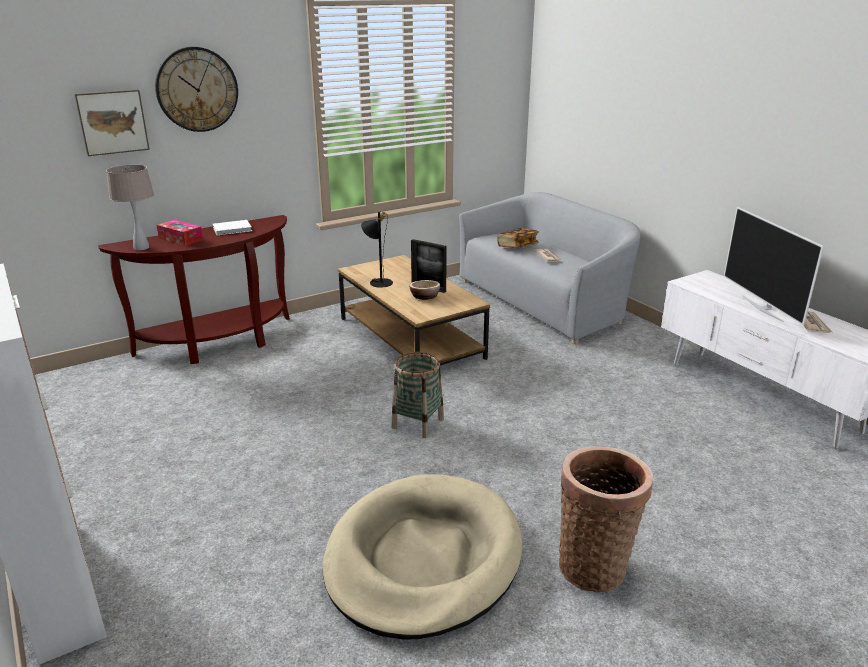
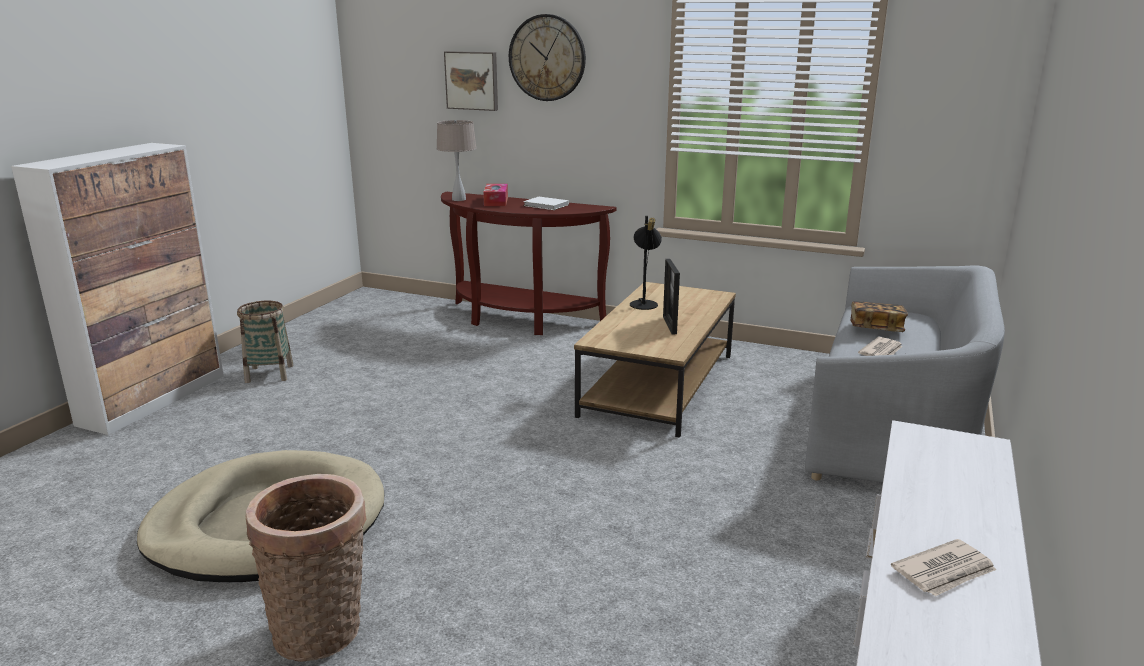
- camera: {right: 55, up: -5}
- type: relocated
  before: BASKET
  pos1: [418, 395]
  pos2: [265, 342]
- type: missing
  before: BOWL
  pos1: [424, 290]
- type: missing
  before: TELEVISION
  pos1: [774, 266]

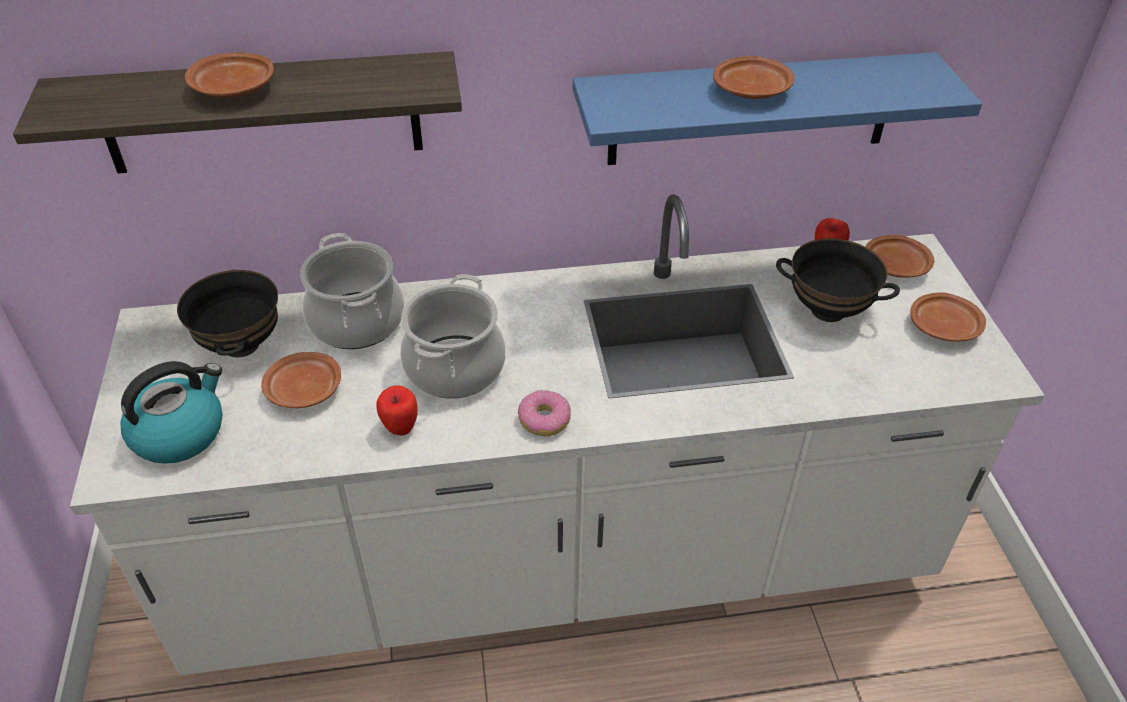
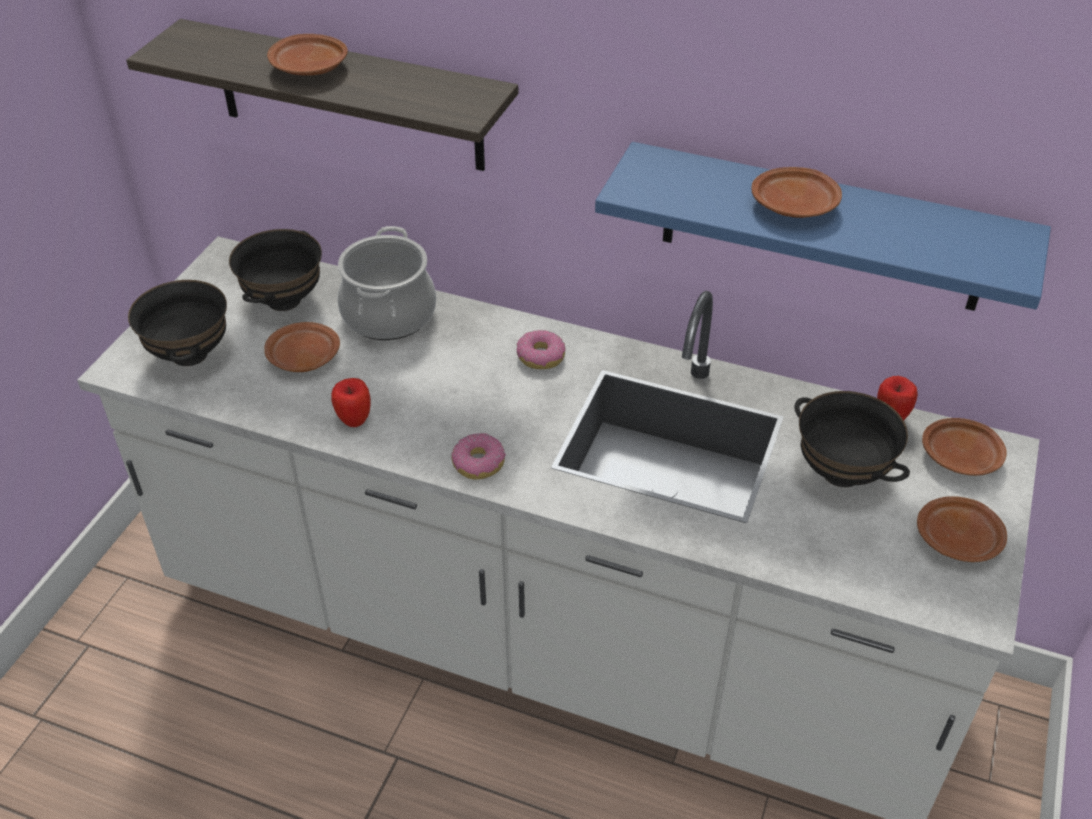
- camera: {right: 30, up: 0}
- type: exchanged
  before: KETTLE
  after: BLACK BOWL
  pos1: [171, 412]
  pos2: [177, 323]
- type: appeared
  after: DONUT
  pos2: [541, 349]
- type: missing
  before: COOKING POT
  pos1: [453, 336]

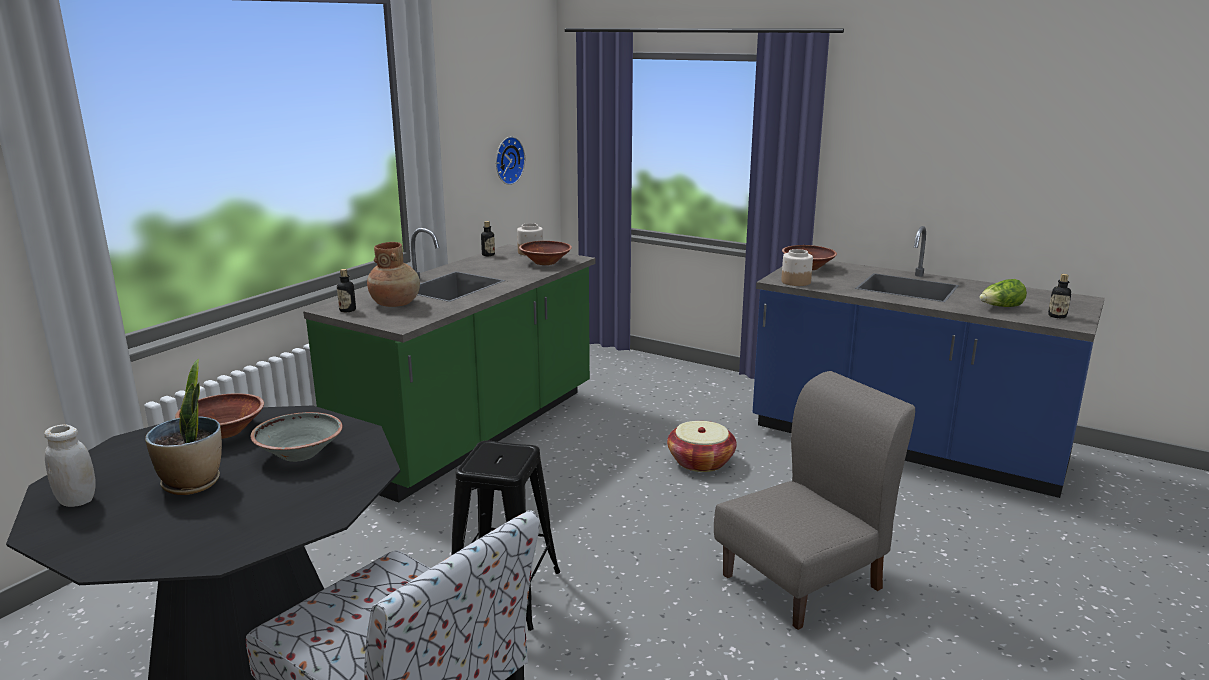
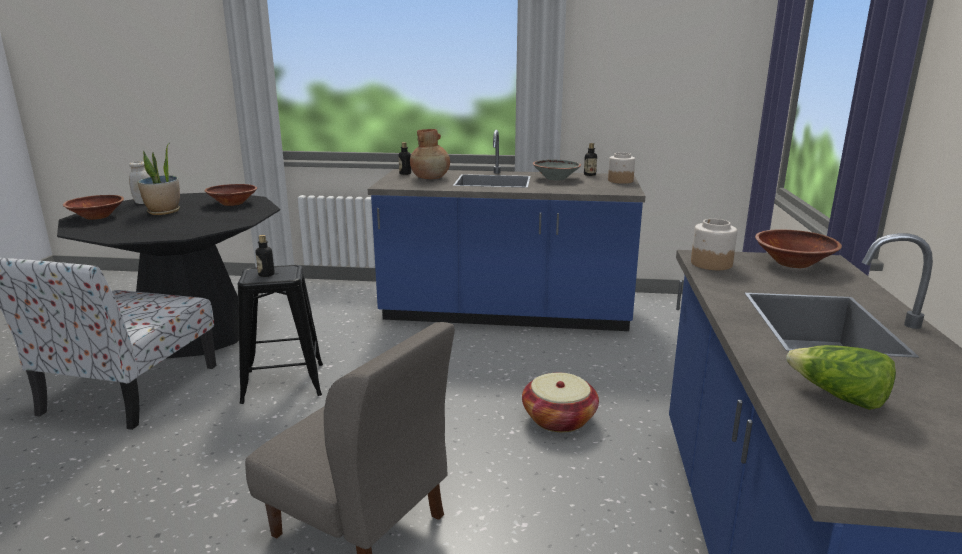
- camera: {right: 65, up: 0}
- type: relocated
  before: BROWN BOWL
  pos1: [545, 253]
  pos2: [93, 207]
- type: relocated
  before: BOTTLE
  pos1: [1059, 296]
  pos2: [265, 256]
- type: colour
  before: GREEN COUNTER
  after: BLUE COUNTER
  pos1: [449, 365]
  pos2: [506, 230]
- type: relocated
  before: GREY BOWL
  pos1: [296, 437]
  pos2: [557, 169]
- type: missing
  before: WALL CLOCK
  pos1: [510, 161]

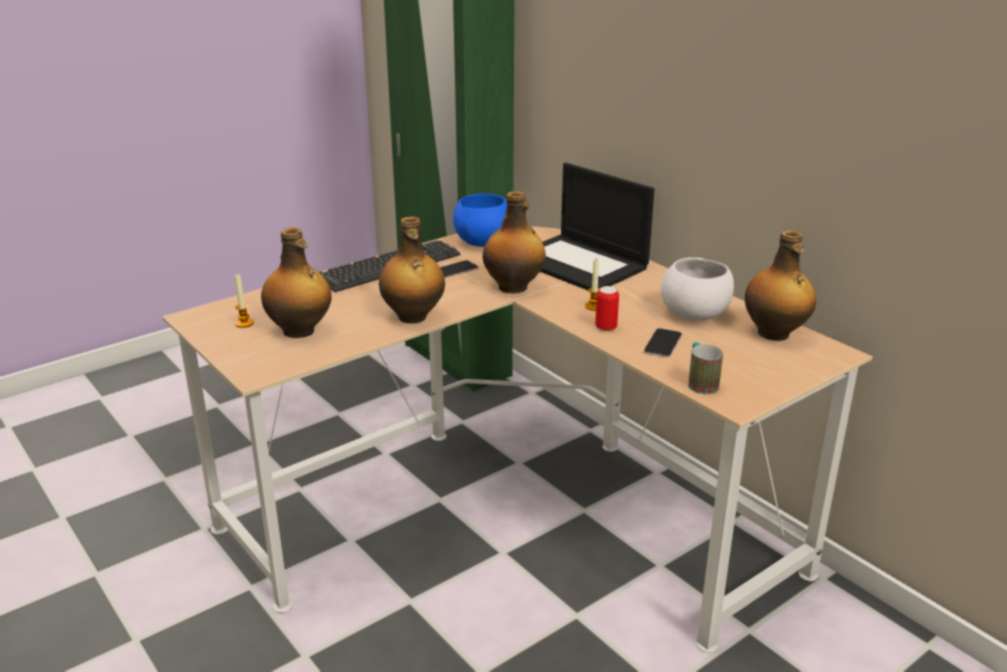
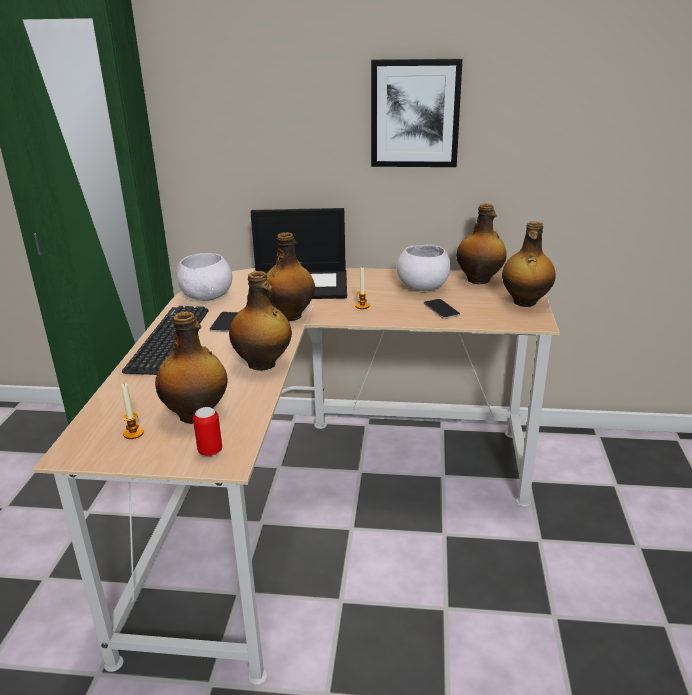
- camera: {right: -45, up: 0}
- type: colour
  before: BLUE BOWL
  after: WHITE BOWL
  pos1: [480, 220]
  pos2: [204, 277]
- type: relocated
  before: CAN
  pos1: [607, 308]
  pos2: [207, 431]
- type: appeared
  after: PICTURE
  pos2: [417, 113]
- type: appeared
  after: BOTTLE
  pos2: [529, 264]
- type: missing
  before: MUG
  pos1: [705, 368]

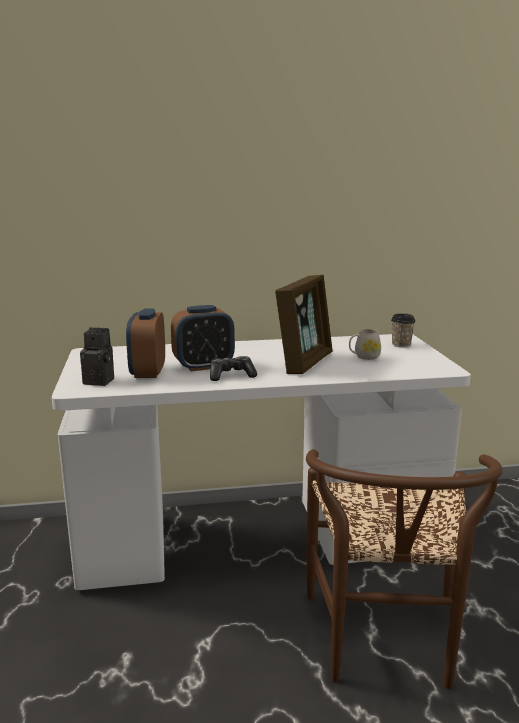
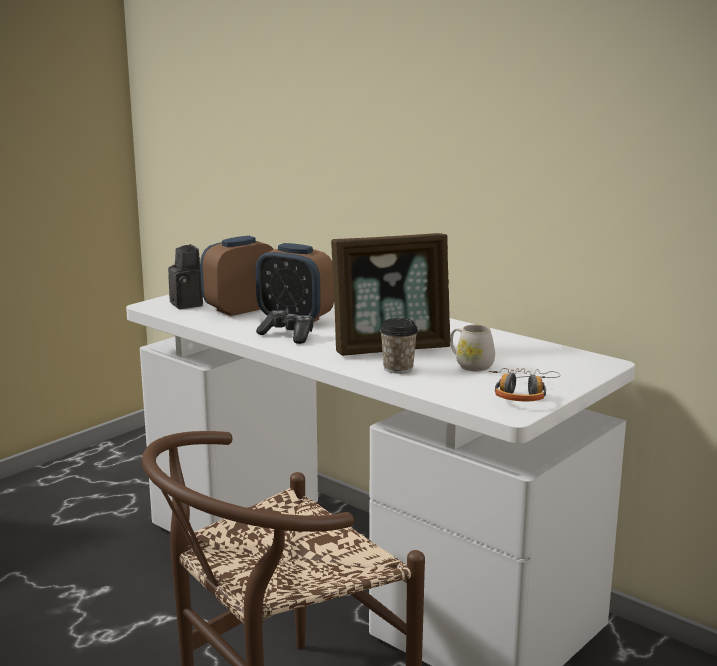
- camera: {right: 50, up: 0}
- type: relocated
  before: CUP
  pos1: [403, 330]
  pos2: [399, 346]
- type: appeared
  after: HEADPHONES
  pos2: [525, 384]

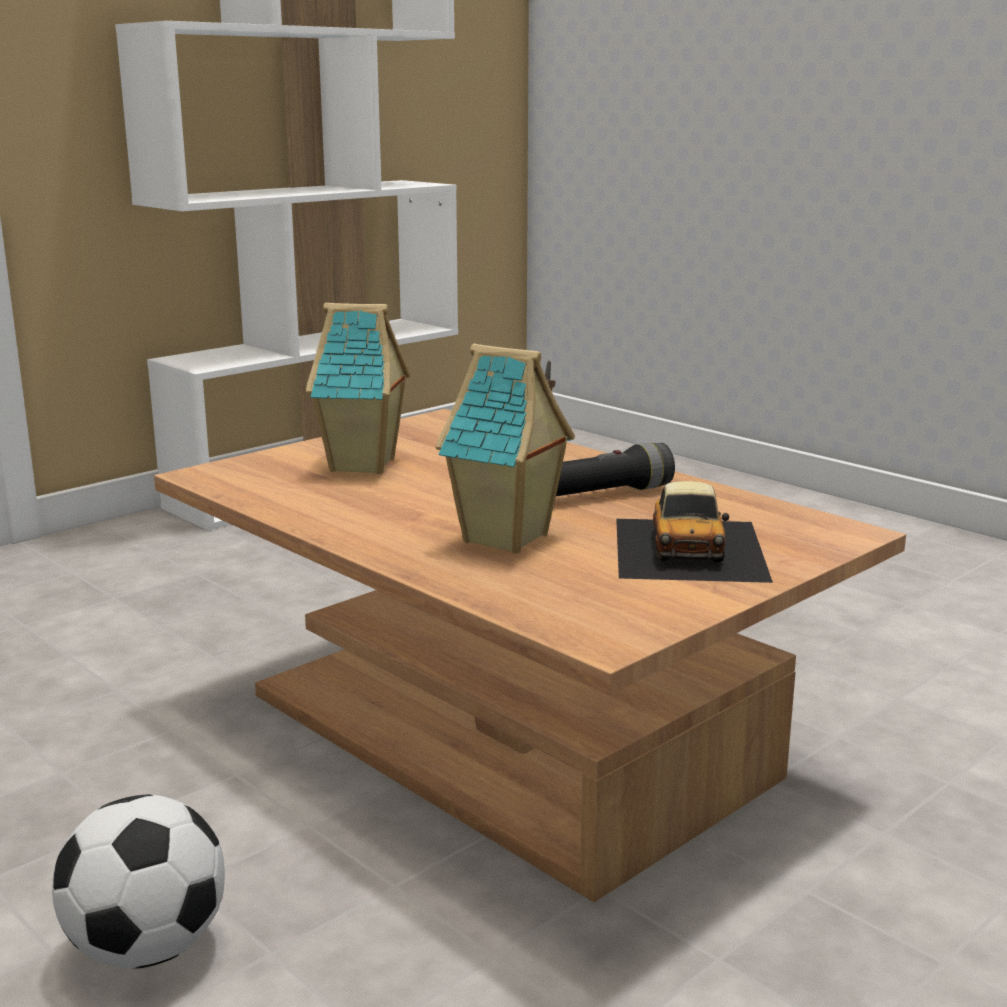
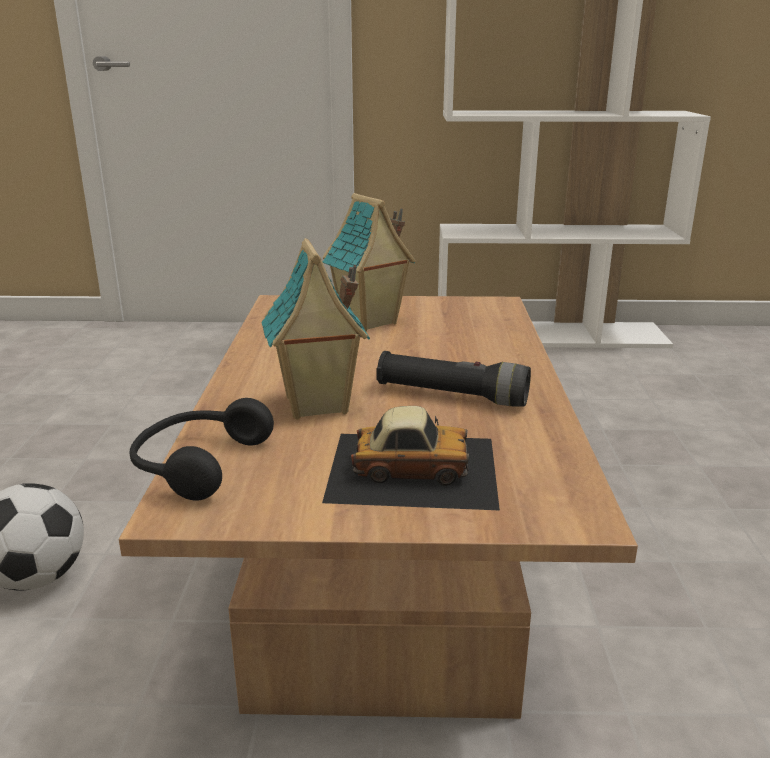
- camera: {right: 45, up: 5}
- type: appeared
  after: BLACK HEADPHONES
  pos2: [201, 449]
- type: spun
  before: TOY CAR
  pos1: [694, 532]
  pos2: [411, 458]
  turn: -135

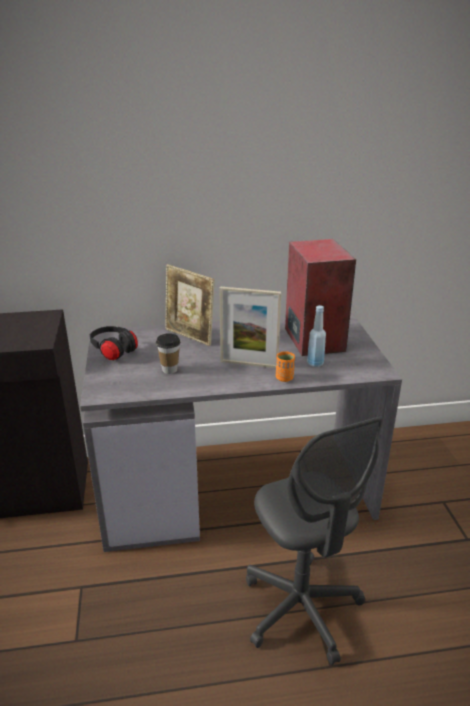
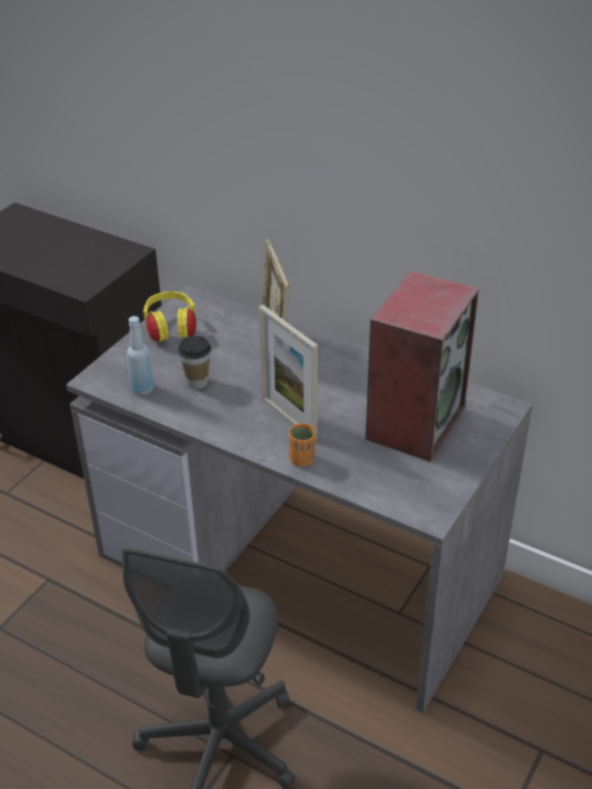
- camera: {right: 40, up: 10}
- type: relocated
  before: BLUE BOTTLE
  pos1: [316, 336]
  pos2: [140, 355]
- type: colour
  before: BLACK HEADPHONES
  after: YELLOW HEADPHONES
  pos1: [114, 343]
  pos2: [169, 316]

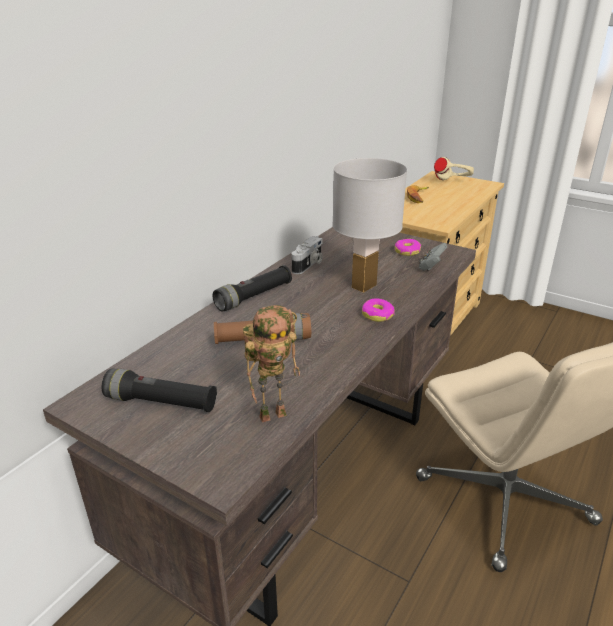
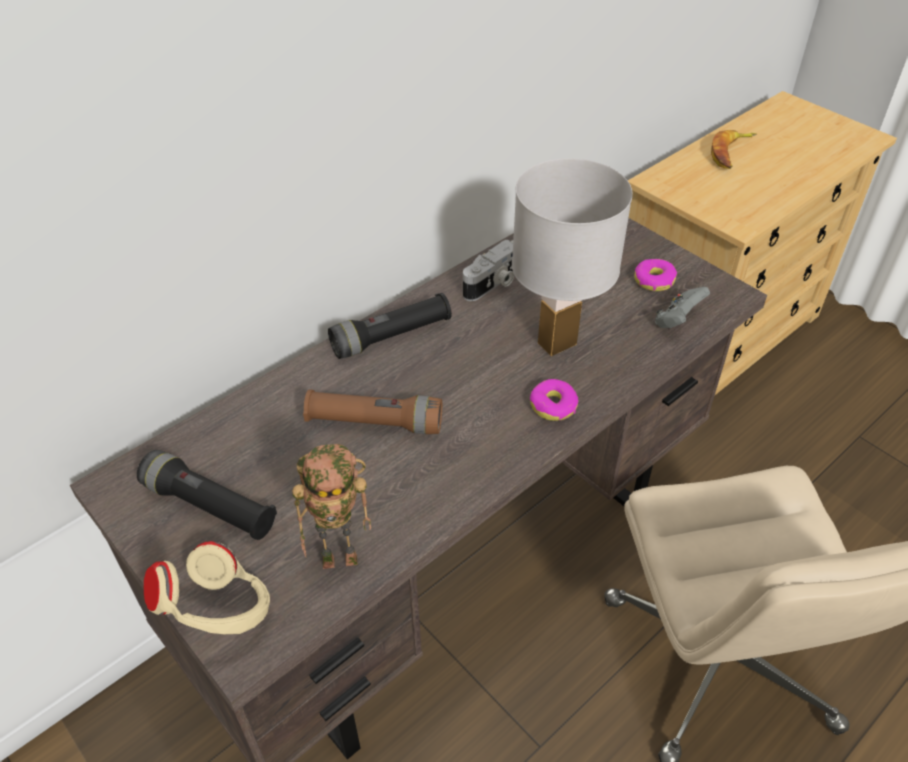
- camera: {right: 15, up: 15}
- type: relocated
  before: BEIGE HEADPHONES
  pos1: [454, 168]
  pos2: [207, 587]

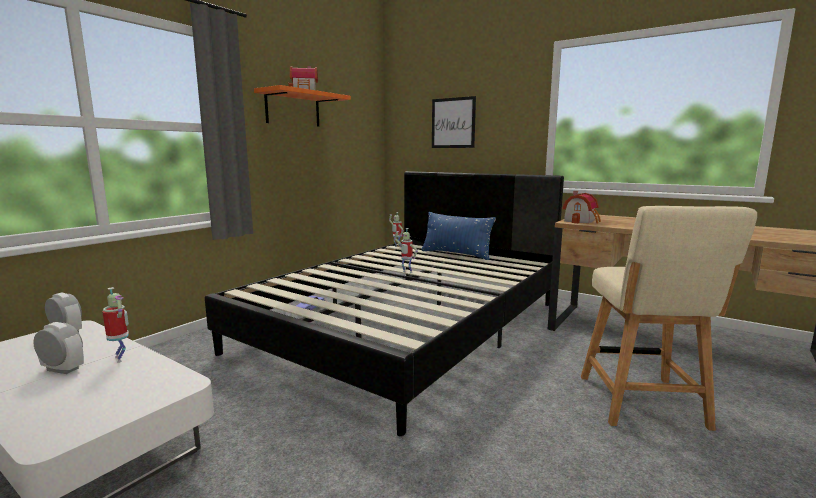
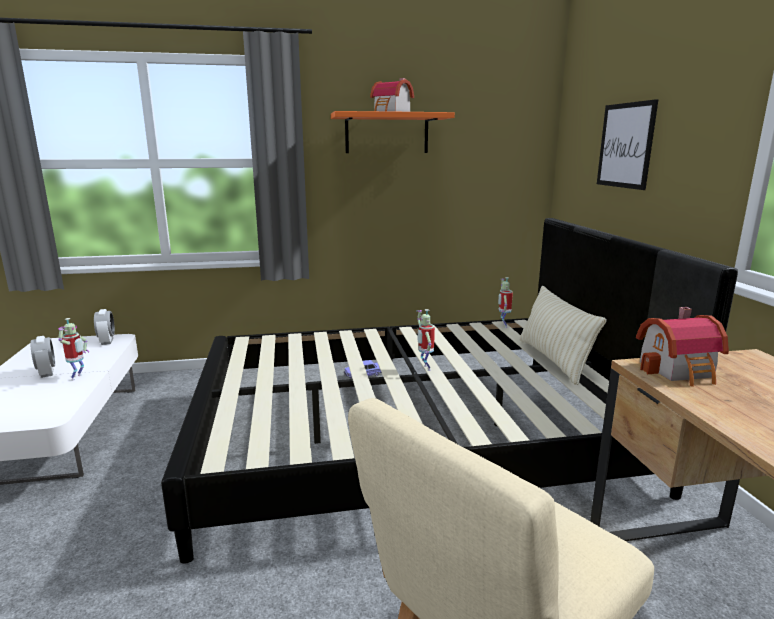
- camera: {right: 45, up: 5}
- type: colour
  before: BLUE PILLOW
  after: BEIGE PILLOW
  pos1: [458, 236]
  pos2: [563, 335]

